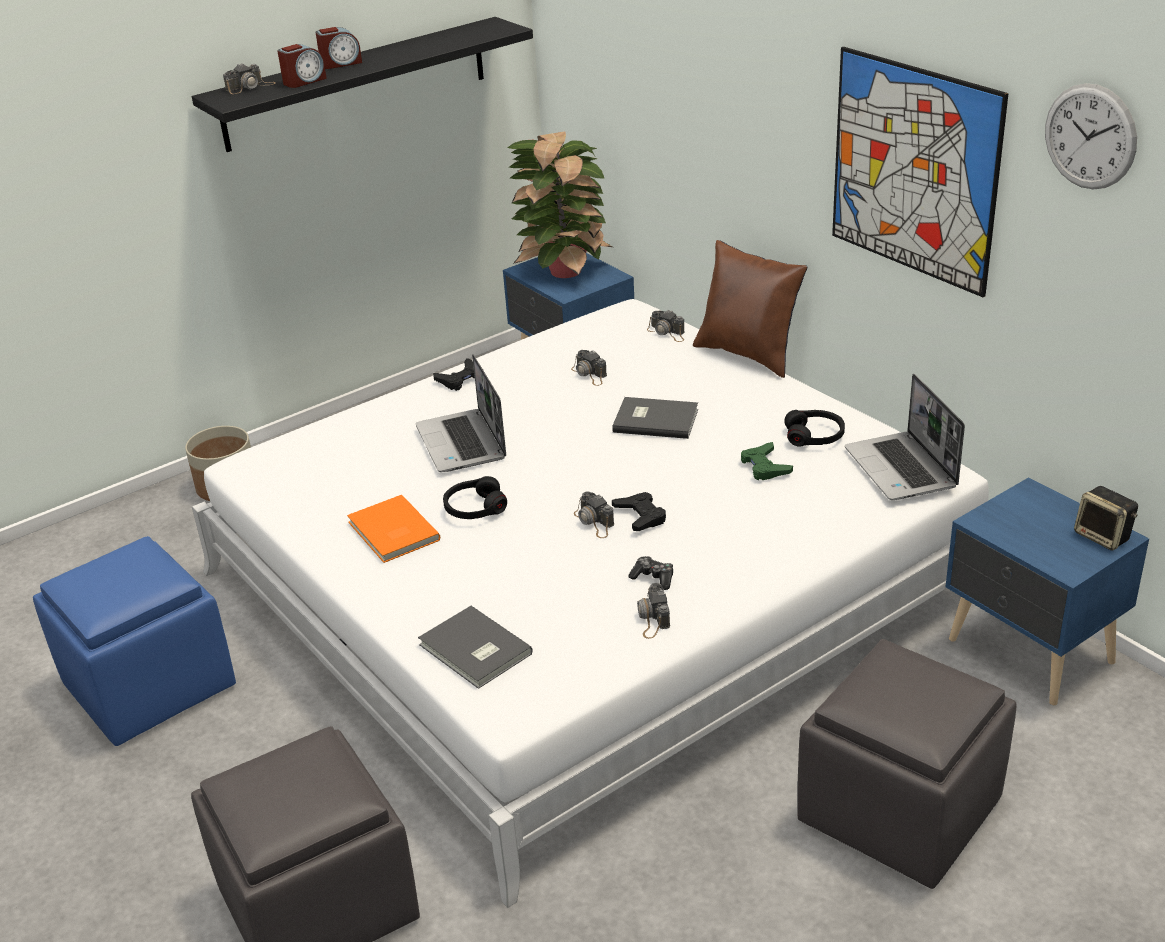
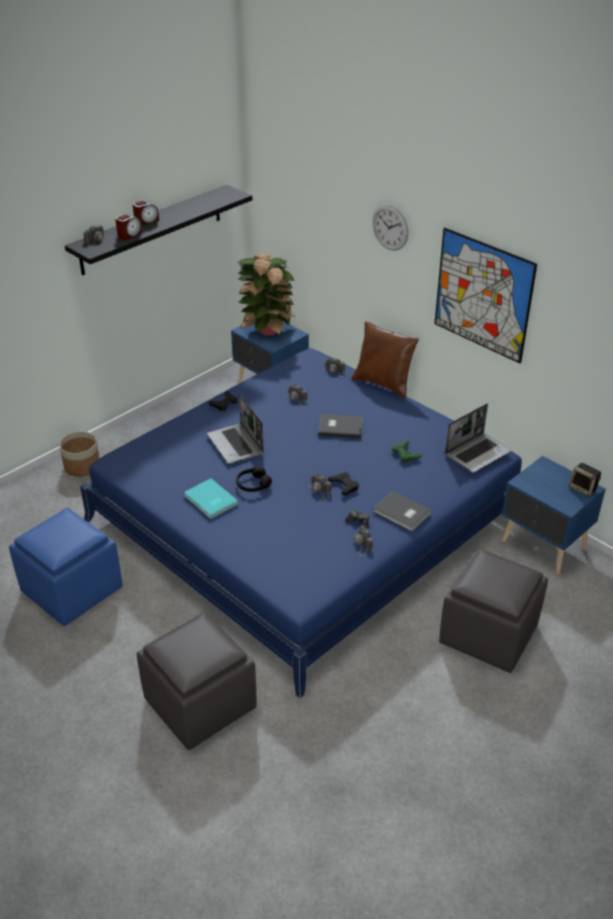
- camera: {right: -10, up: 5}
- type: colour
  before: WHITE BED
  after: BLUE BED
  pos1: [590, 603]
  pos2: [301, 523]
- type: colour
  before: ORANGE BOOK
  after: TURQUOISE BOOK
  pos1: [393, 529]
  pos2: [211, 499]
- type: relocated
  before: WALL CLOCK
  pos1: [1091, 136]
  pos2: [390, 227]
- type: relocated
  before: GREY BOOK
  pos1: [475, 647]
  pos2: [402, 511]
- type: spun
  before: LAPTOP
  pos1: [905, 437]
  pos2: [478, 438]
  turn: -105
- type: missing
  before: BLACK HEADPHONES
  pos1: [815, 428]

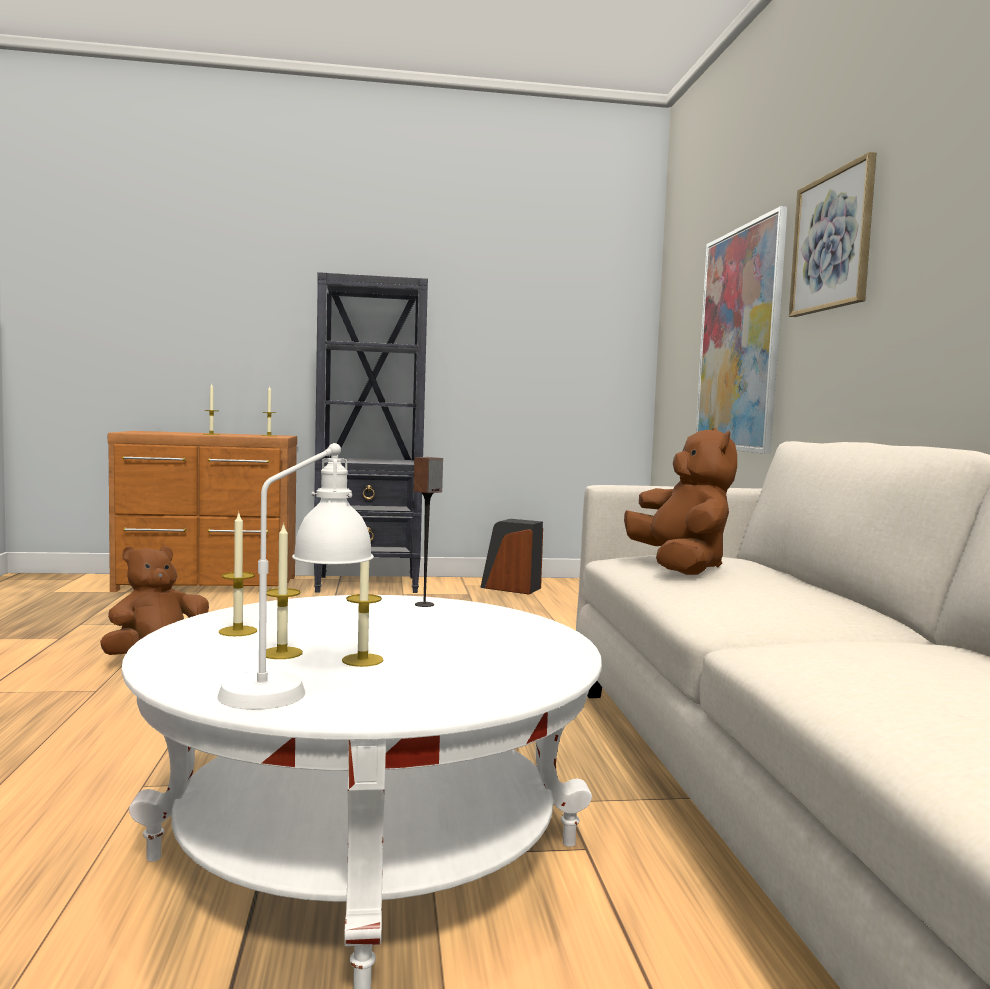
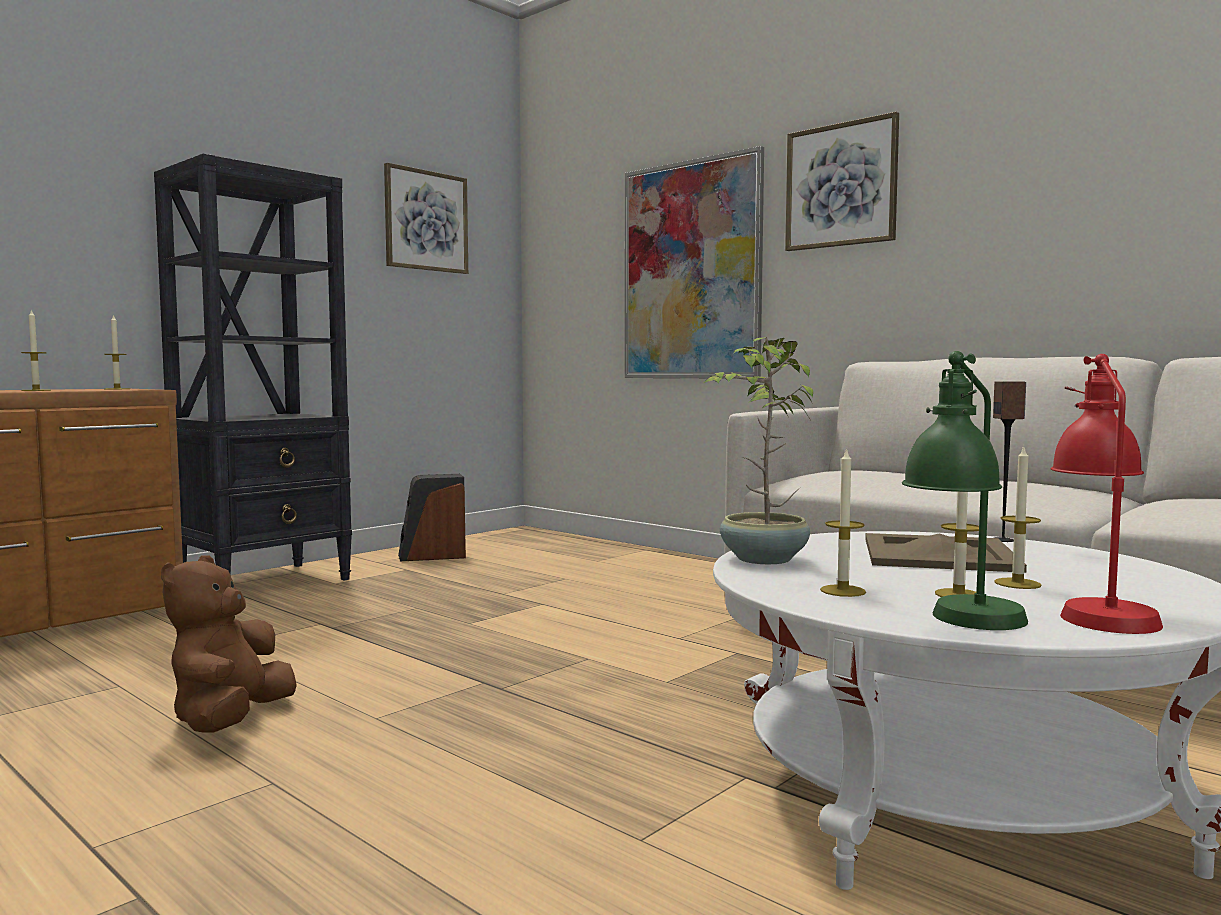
- camera: {right: -40, up: 0}
- type: appeared
  after: PICTURE
  pos2: [426, 218]
- type: appeared
  after: POTTED PLANT
  pos2: [758, 450]
- type: appeared
  after: BEIGE TRAY
  pos2: [946, 553]
- type: appeared
  after: GREEN TABLE LAMP
  pos2: [965, 490]
- type: relocated
  before: SPEAKER
  pos1: [428, 532]
  pos2: [1009, 461]
- type: colour
  before: WHITE TABLE LAMP
  after: RED TABLE LAMP
  pos1: [296, 576]
  pos2: [1107, 494]
- type: missing
  before: BROWN PLUSH TOY
  pos1: [680, 501]

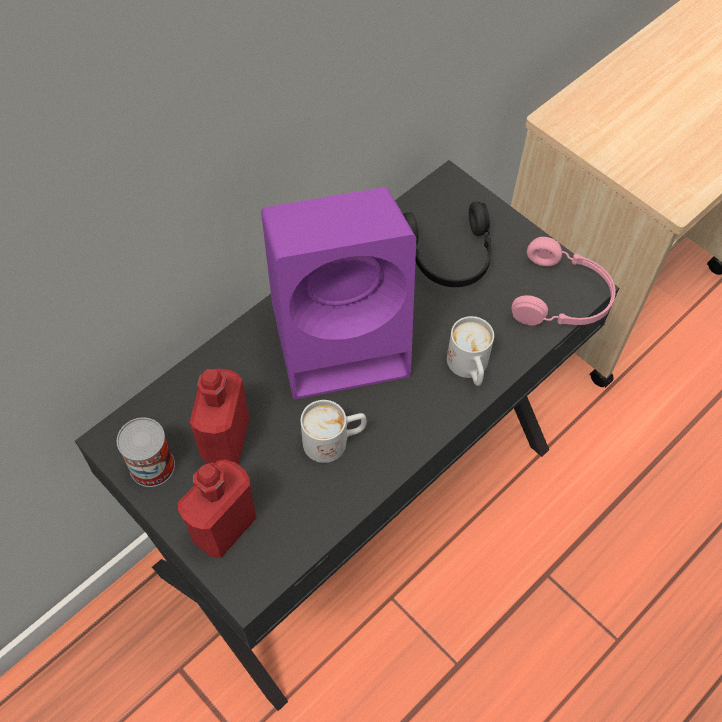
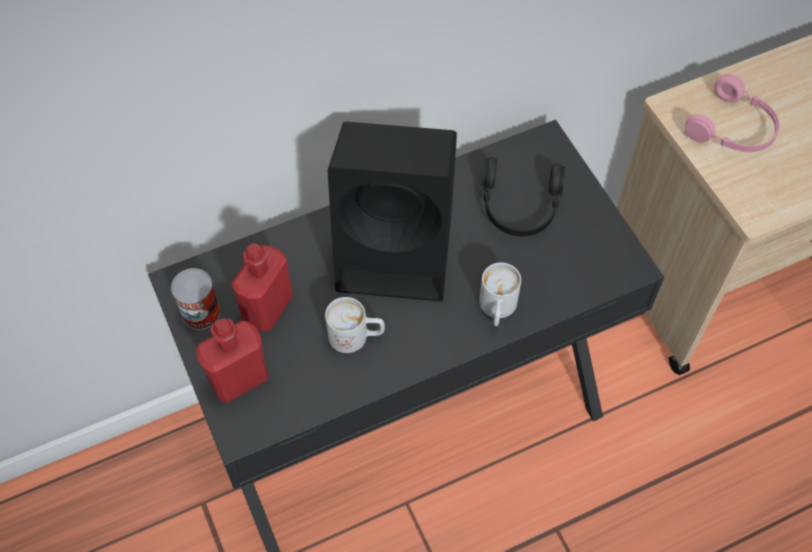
- camera: {right: 20, up: 0}
- type: colour
  before: PURPLE SPEAKER
  after: BLACK SPEAKER
  pos1: [338, 293]
  pos2: [392, 212]
- type: relocated
  before: PINK HEADPHONES
  pos1: [564, 281]
  pos2: [732, 113]

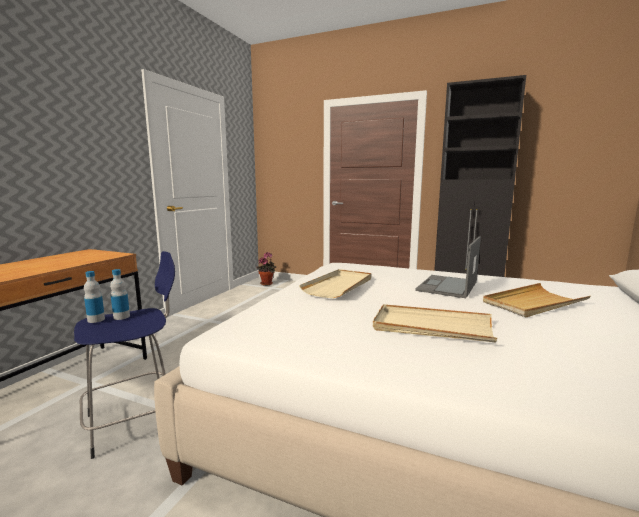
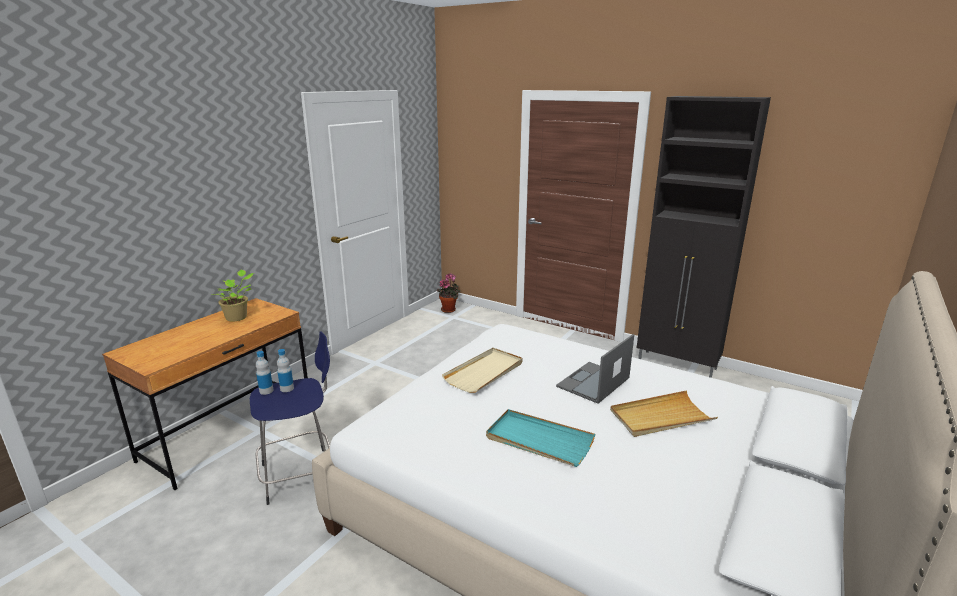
- camera: {right: 10, up: 10}
- type: appeared
  after: POTTED PLANT
  pos2: [232, 296]
- type: colour
  before: BEIGE TRAY
  after: TURQUOISE TRAY
  pos1: [435, 323]
  pos2: [540, 438]

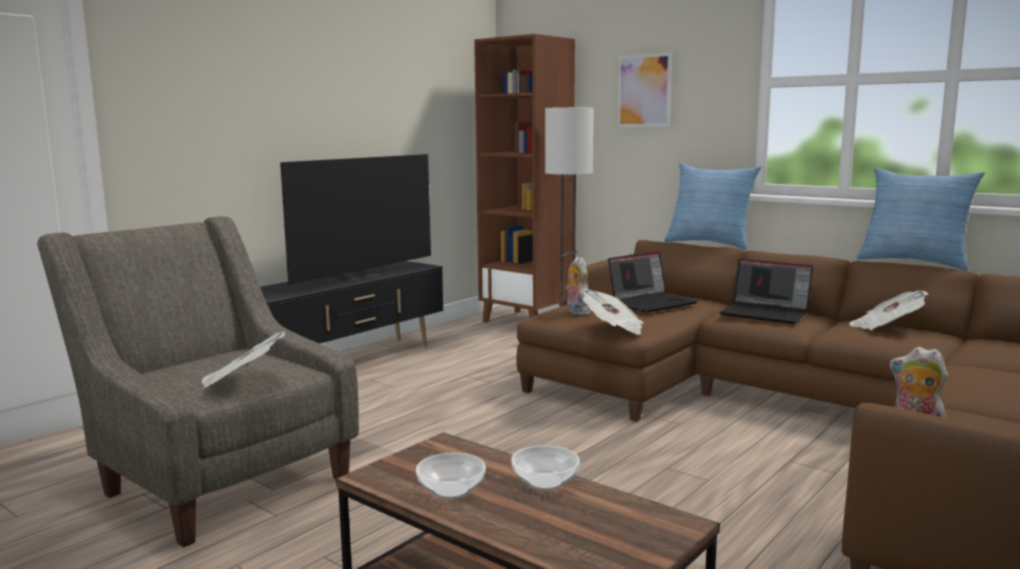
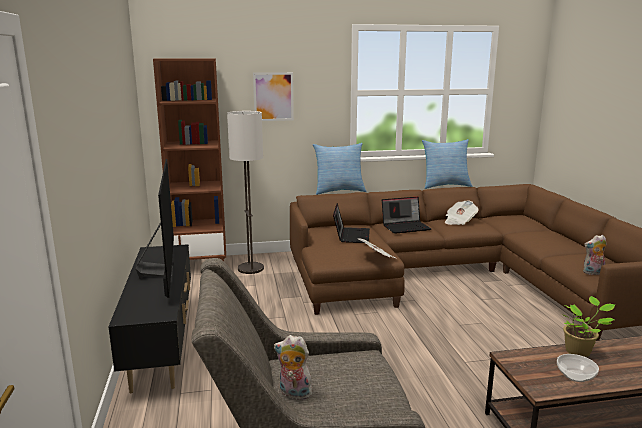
- camera: {right: -50, up: 5}
- type: relocated
  before: PLUSH TOY
  pos1: [578, 286]
  pos2: [294, 367]
- type: exchanged
  before: BOWL
  after: POTTED PLANT
  pos1: [545, 468]
  pos2: [588, 326]
- type: missing
  before: NEWSPAPER
  pos1: [243, 360]

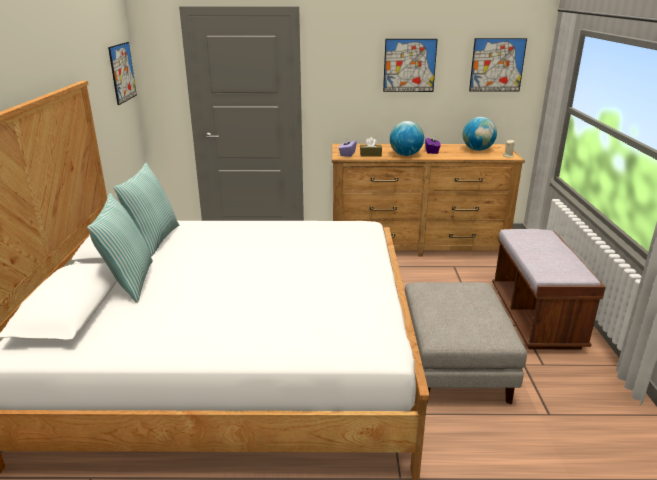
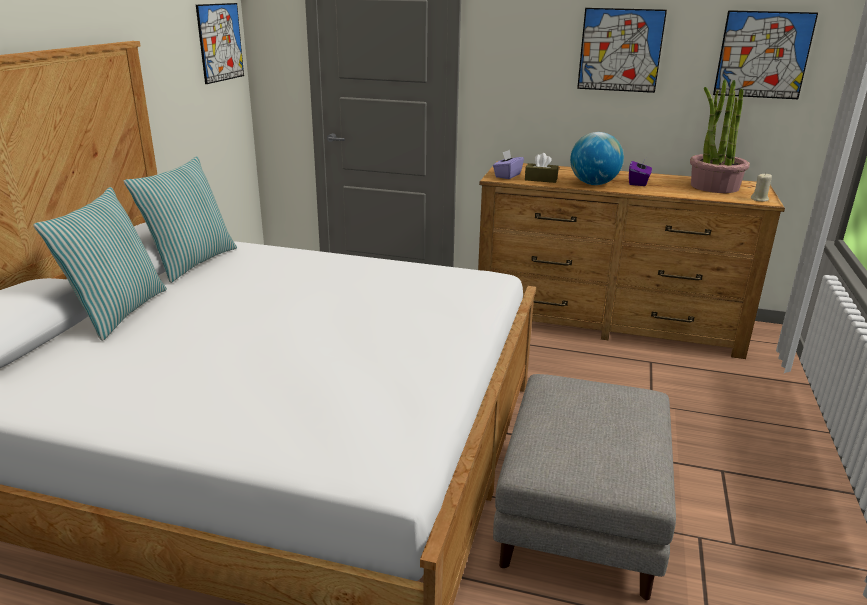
- camera: {right: 15, up: 0}
- type: exchanged
  before: GLOBE
  after: POTTED PLANT
  pos1: [480, 134]
  pos2: [720, 136]
- type: missing
  before: BROWN BENCH
  pos1: [548, 289]

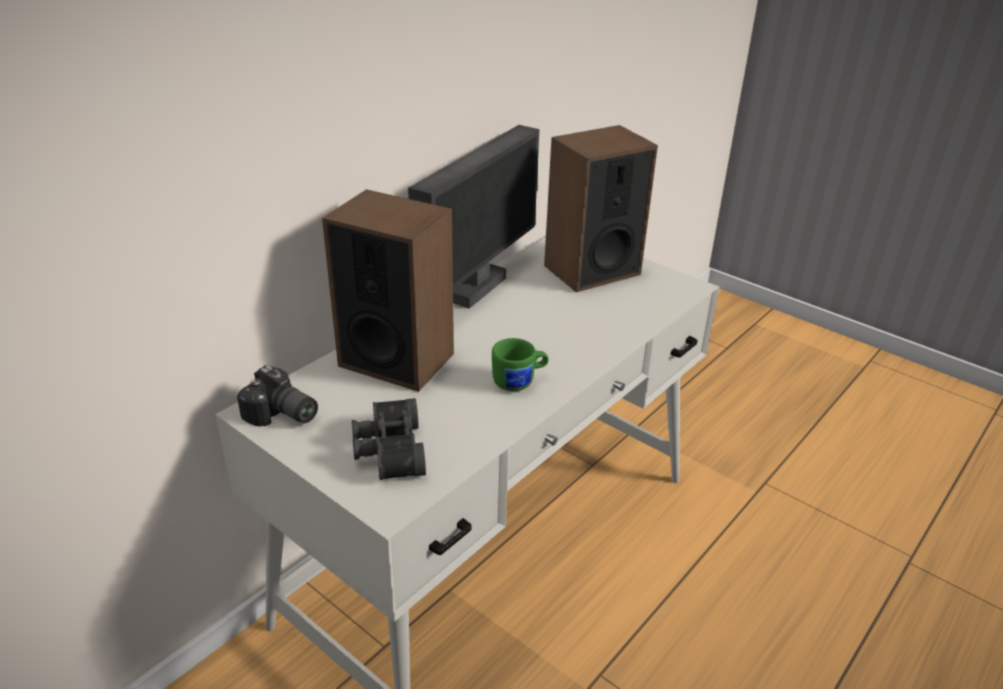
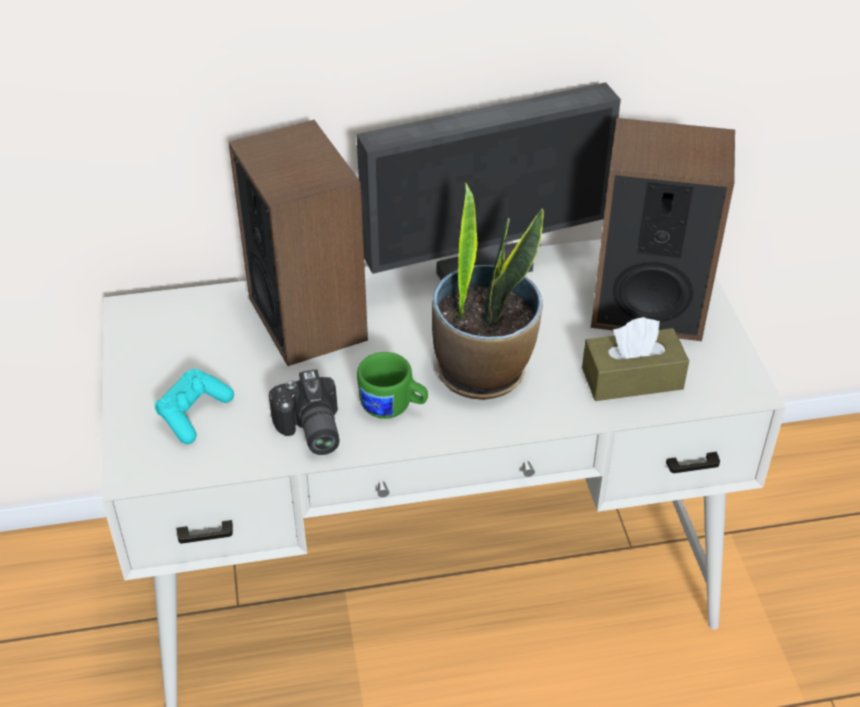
- camera: {right: 40, up: 10}
- type: exchanged
  before: BLACK BINOCULARS
  after: TURQUOISE GAME CONTROLLER
  pos1: [389, 439]
  pos2: [194, 406]
- type: relocated
  before: PHOTO CAMERA
  pos1: [277, 395]
  pos2: [304, 412]
- type: appeared
  after: POTTED PLANT
  pos2: [488, 291]
- type: appeared
  after: BROWN TISSUE BOX
  pos2: [635, 359]

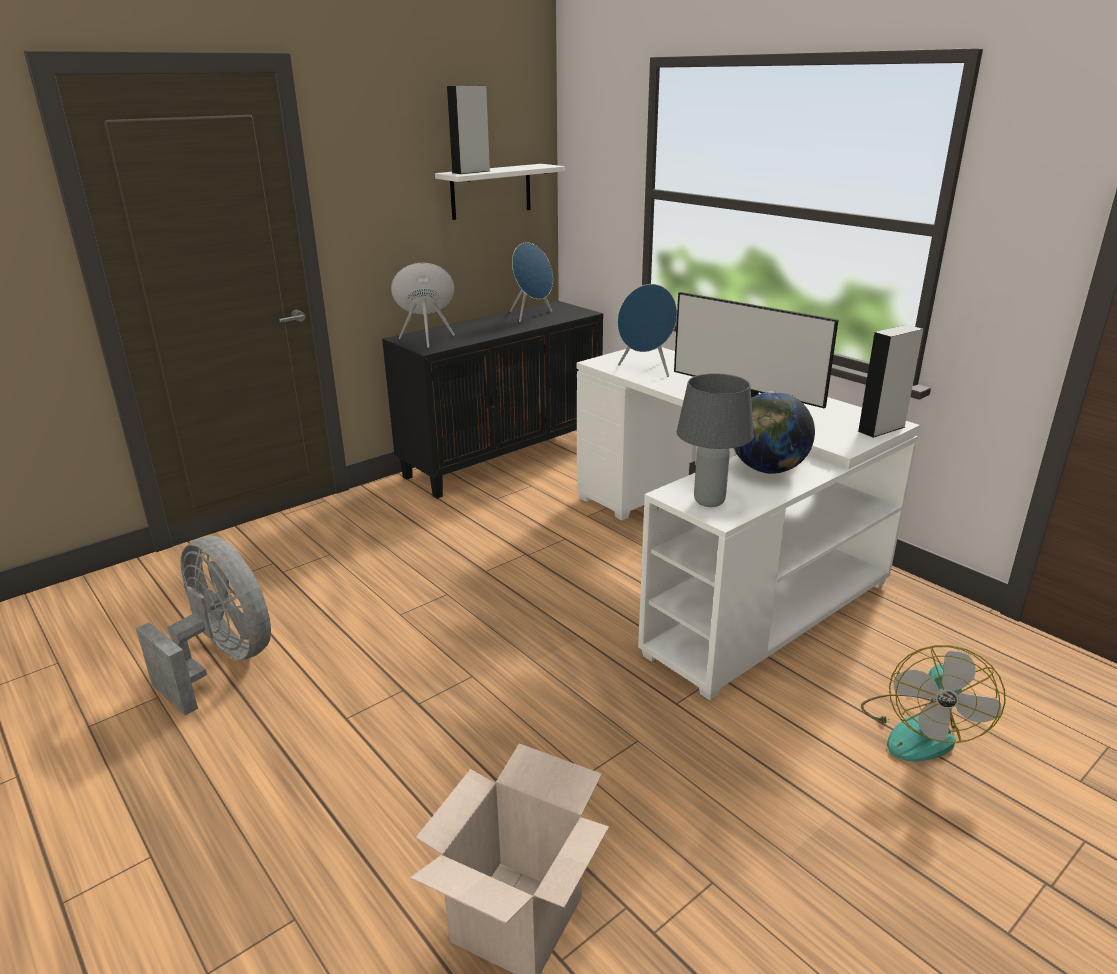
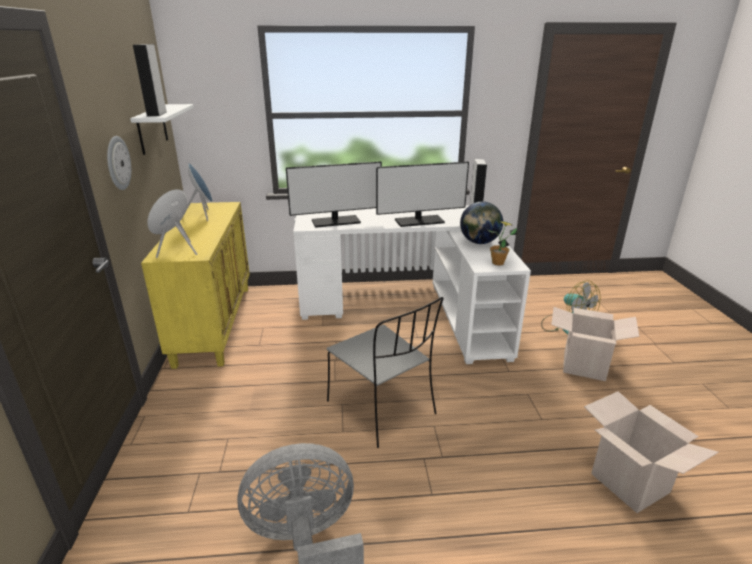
- camera: {right: -55, up: 0}
- type: appeared
  after: WALL CLOCK
  pos2: [119, 163]
- type: colour
  before: BLACK CABINET
  after: YELLOW CABINET
  pos1: [492, 400]
  pos2: [195, 285]
- type: exchanged
  before: BLUE SPEAKER
  after: MONITOR
  pos1: [647, 330]
  pos2: [334, 195]
- type: appeared
  after: GREY CHAIR
  pos2: [385, 372]
- type: exchanged
  before: GREY TABLE LAMP
  after: POTTED PLANT
  pos1: [715, 440]
  pos2: [502, 243]
- type: appeared
  after: CARDBOARD BOX
  pos2: [595, 344]

